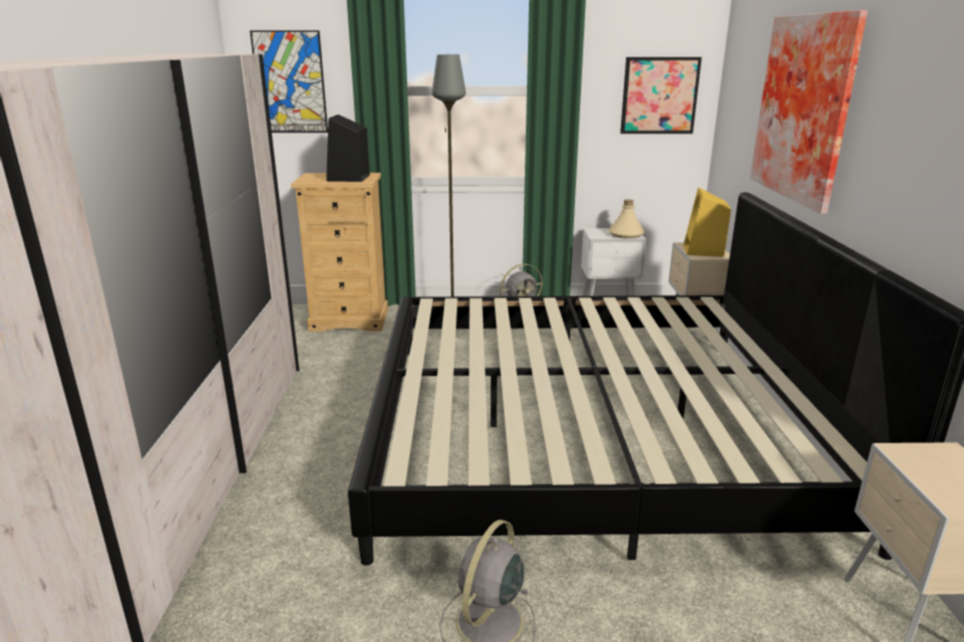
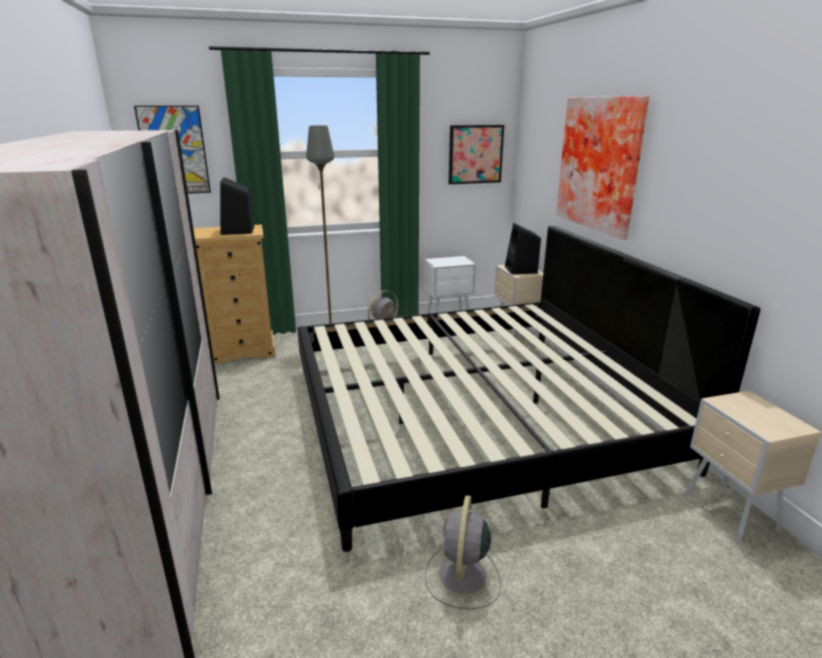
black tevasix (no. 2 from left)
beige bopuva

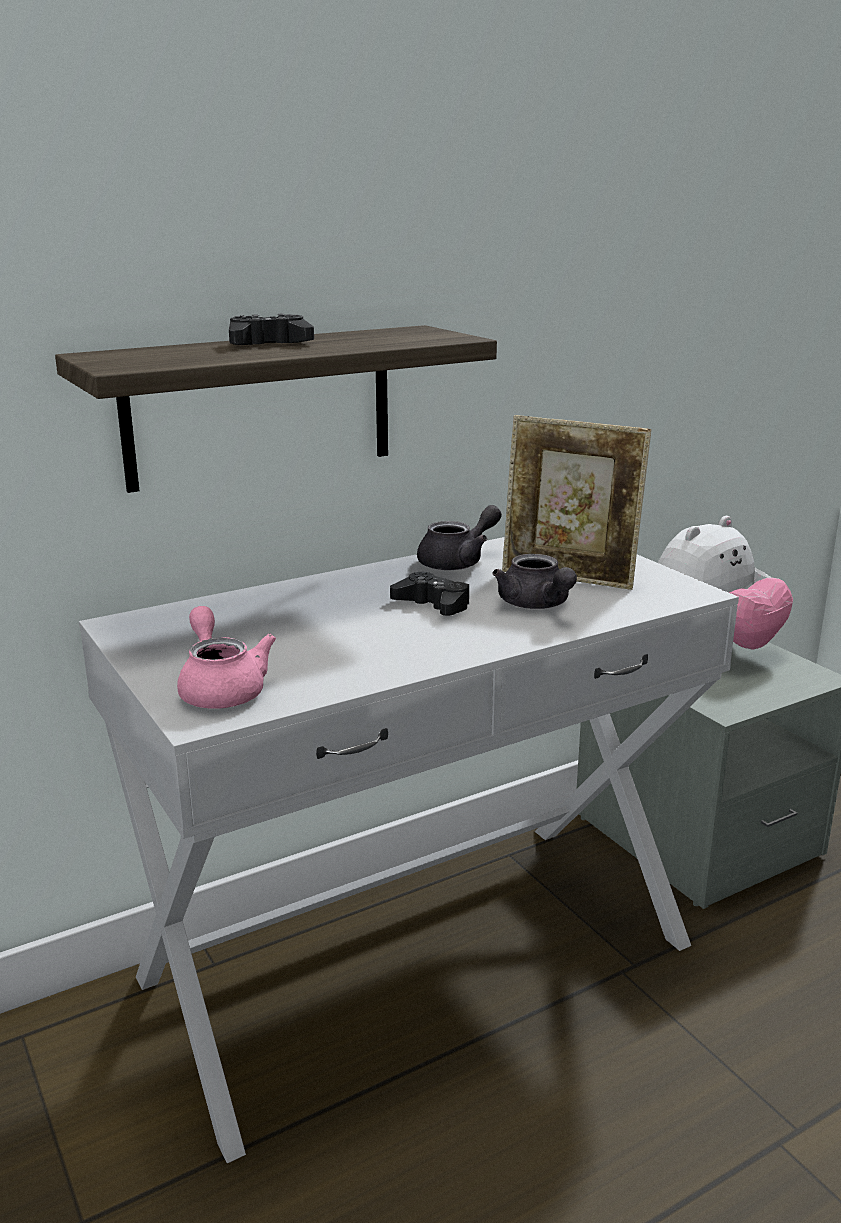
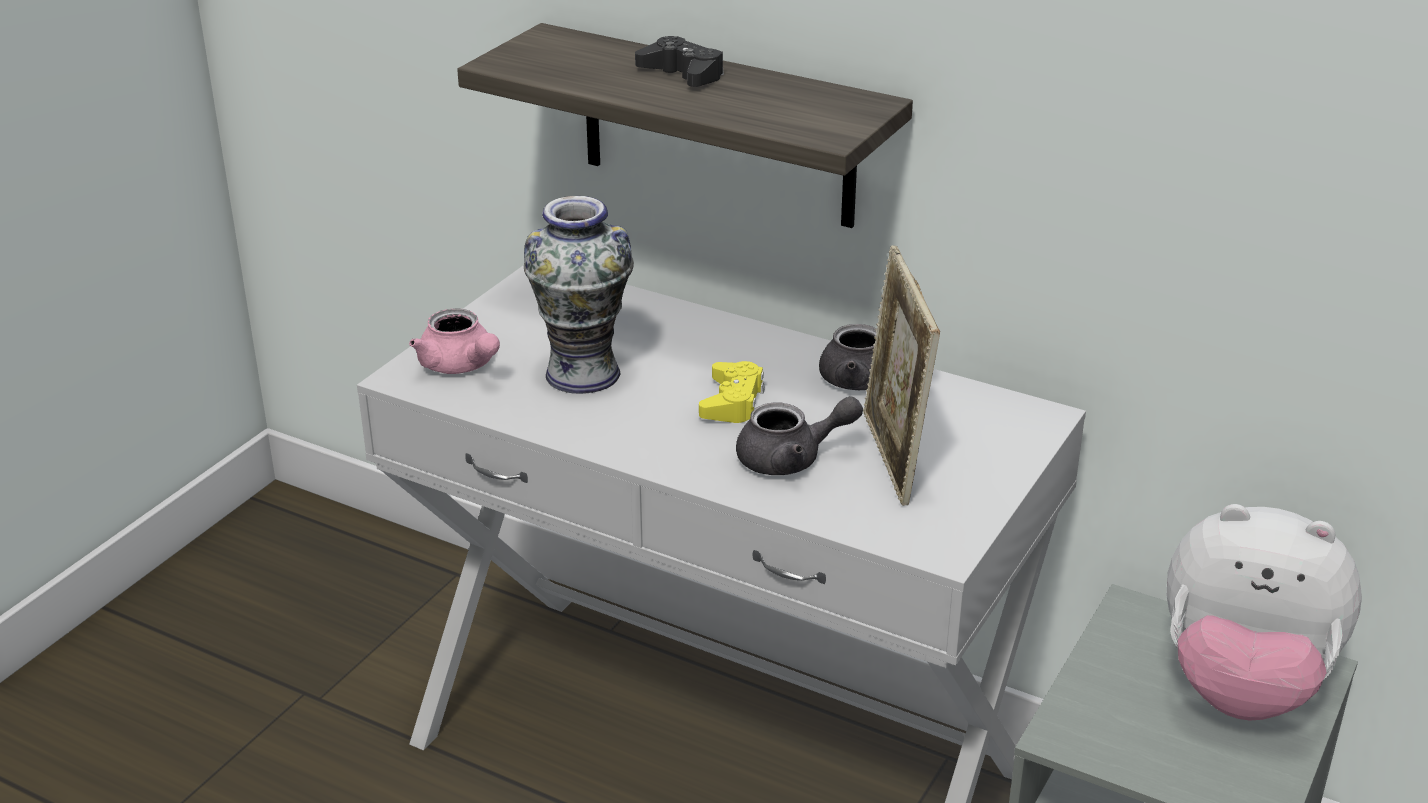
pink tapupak
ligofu
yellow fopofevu
grey tapupak (no. 1 from left)

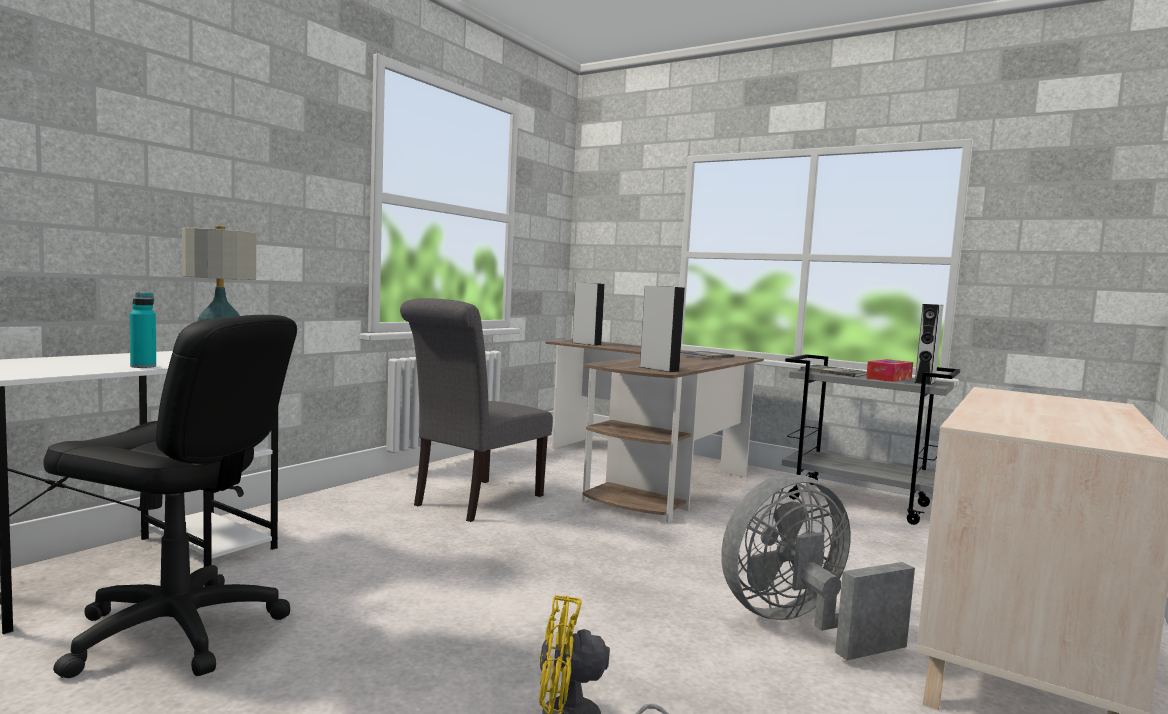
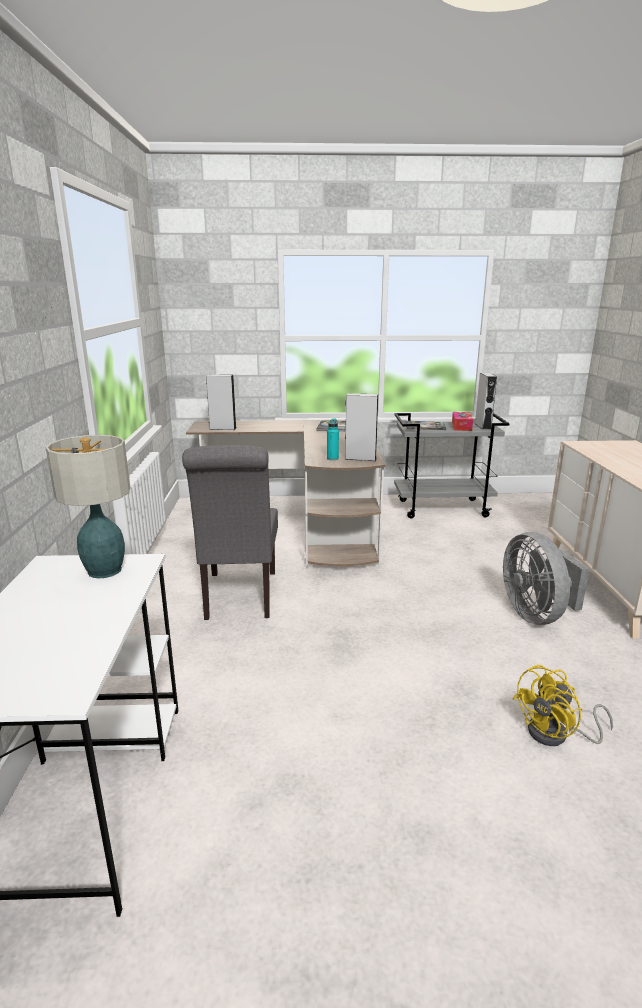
turquoise bopuva
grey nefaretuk
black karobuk

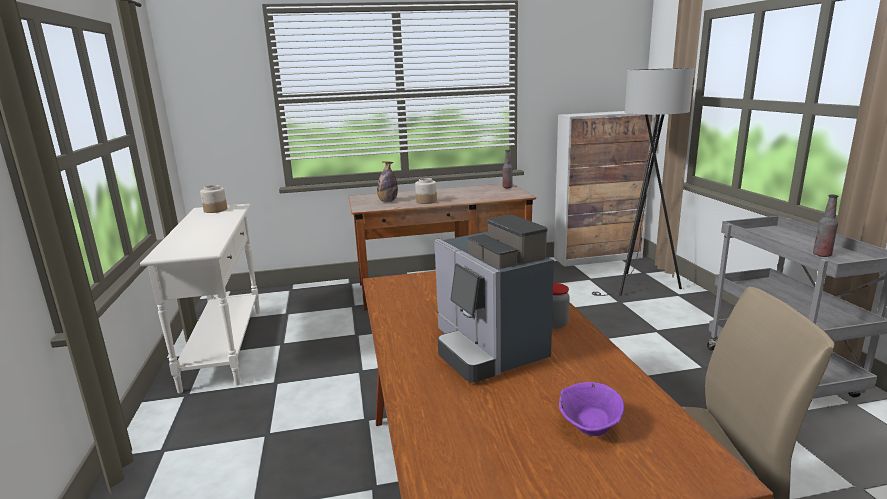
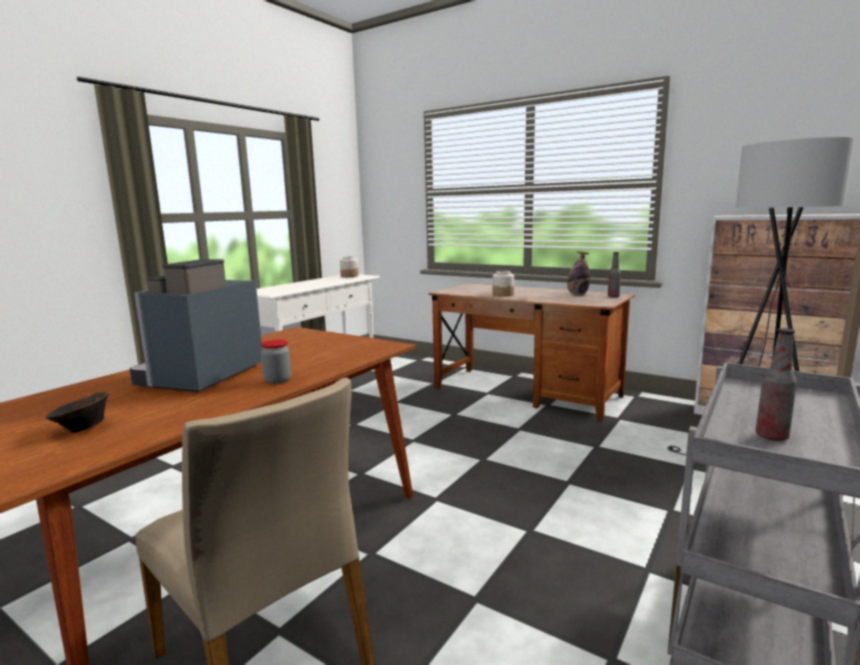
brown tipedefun
bopuva (no. 1 from left)

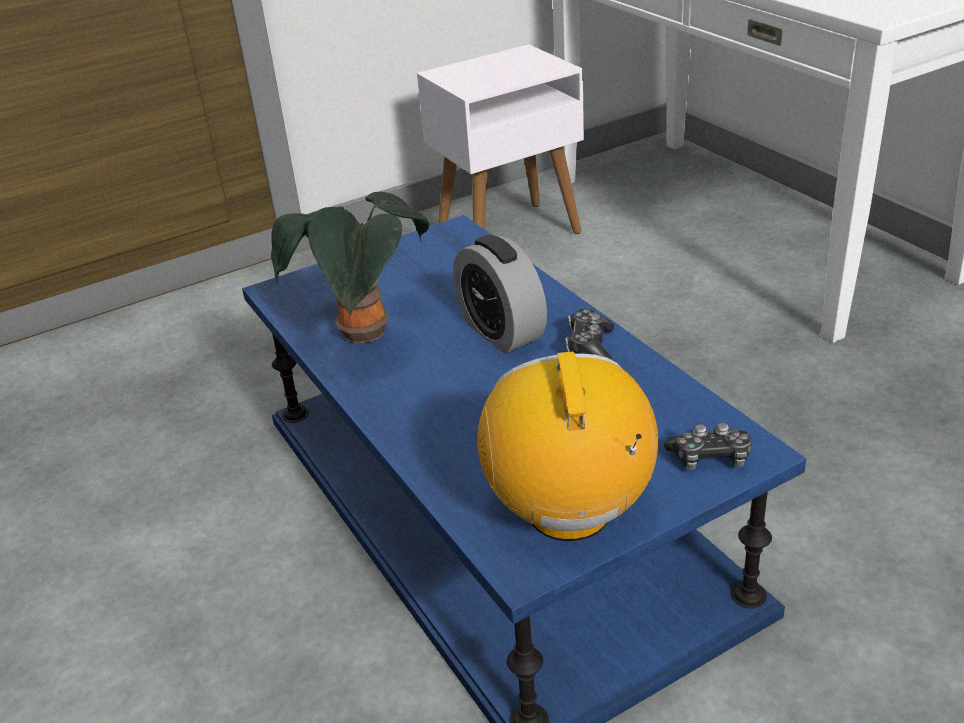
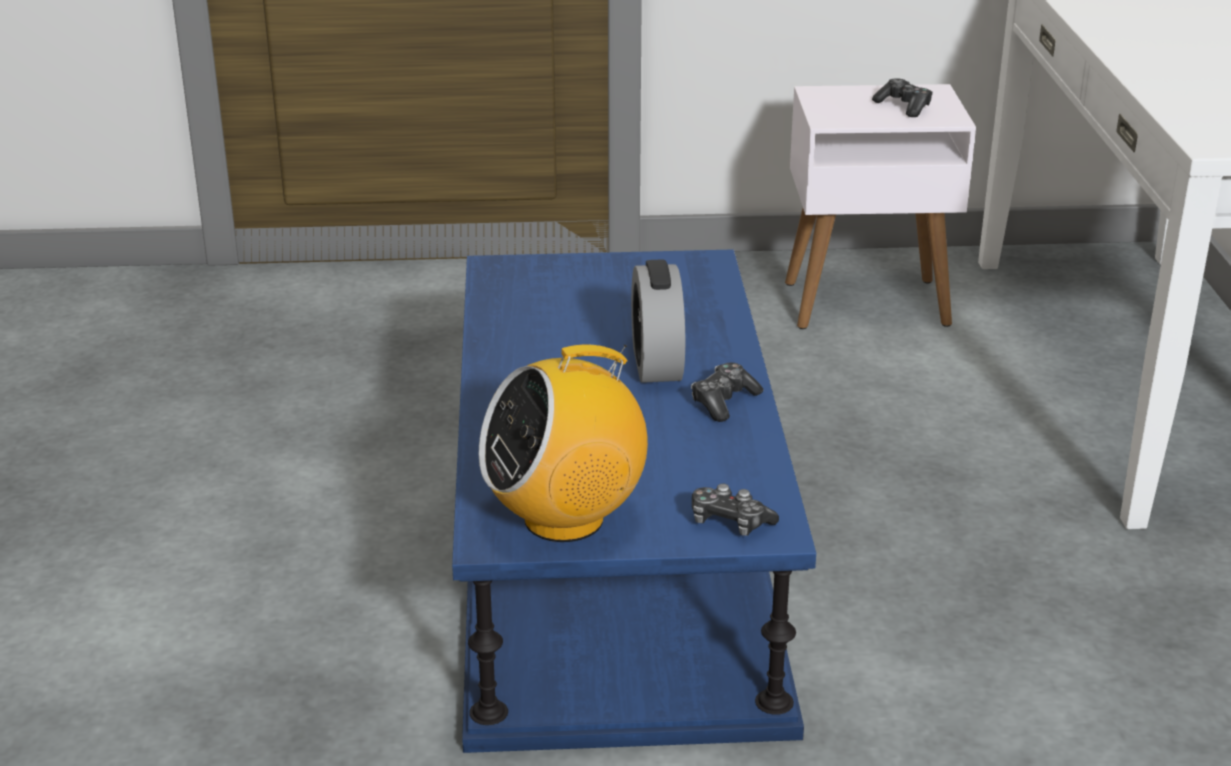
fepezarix
fopofevu (no. 3 from left)
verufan

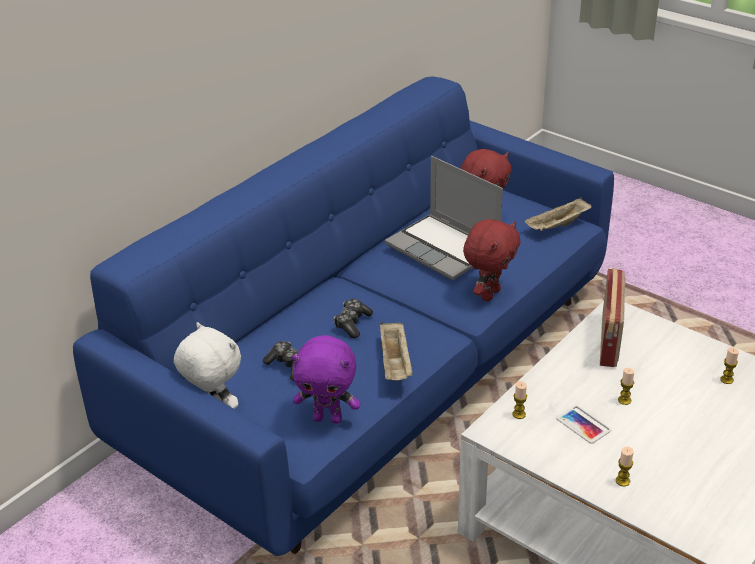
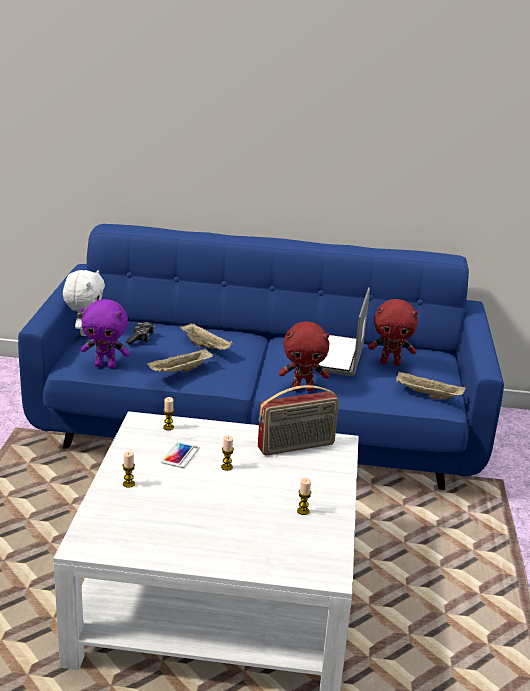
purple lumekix
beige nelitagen (no. 2 from left)

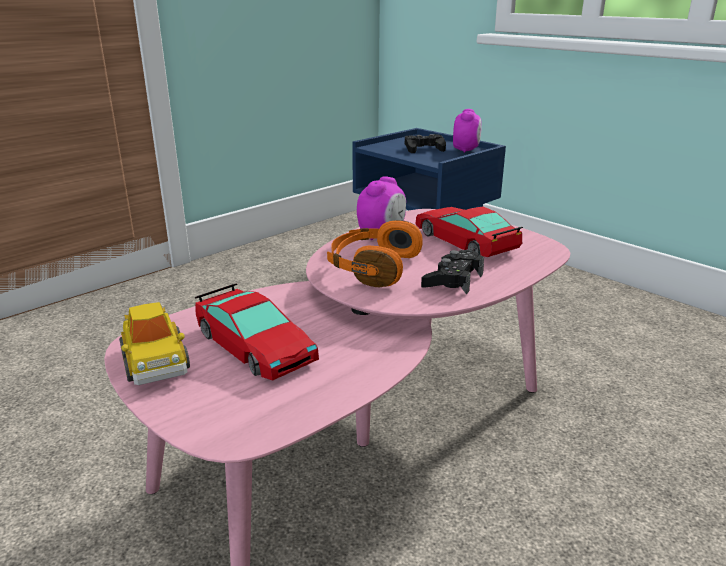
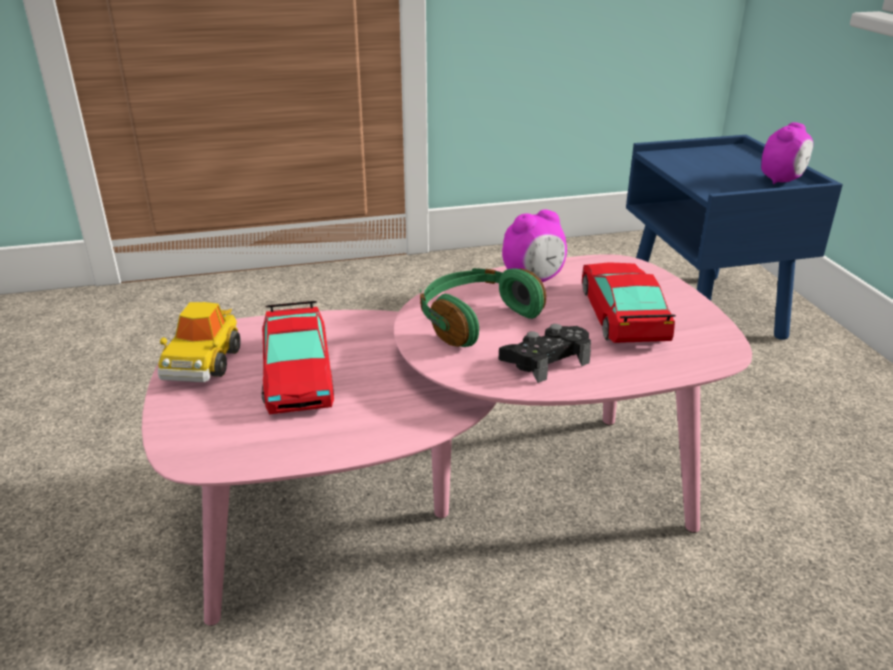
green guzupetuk
black fopofevu (no. 1 from left in the first image)

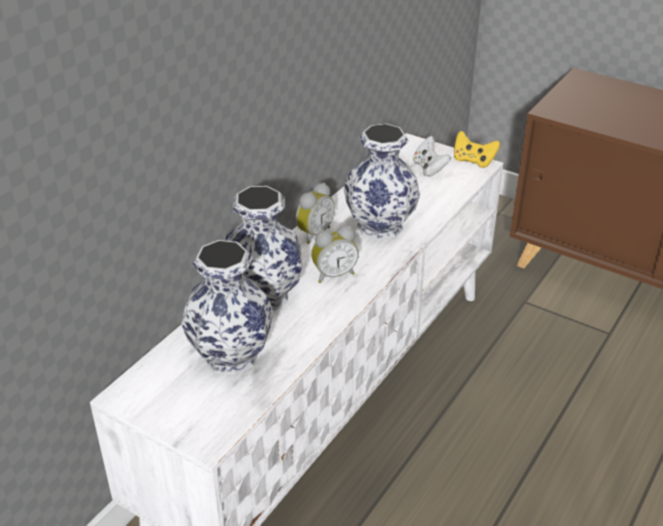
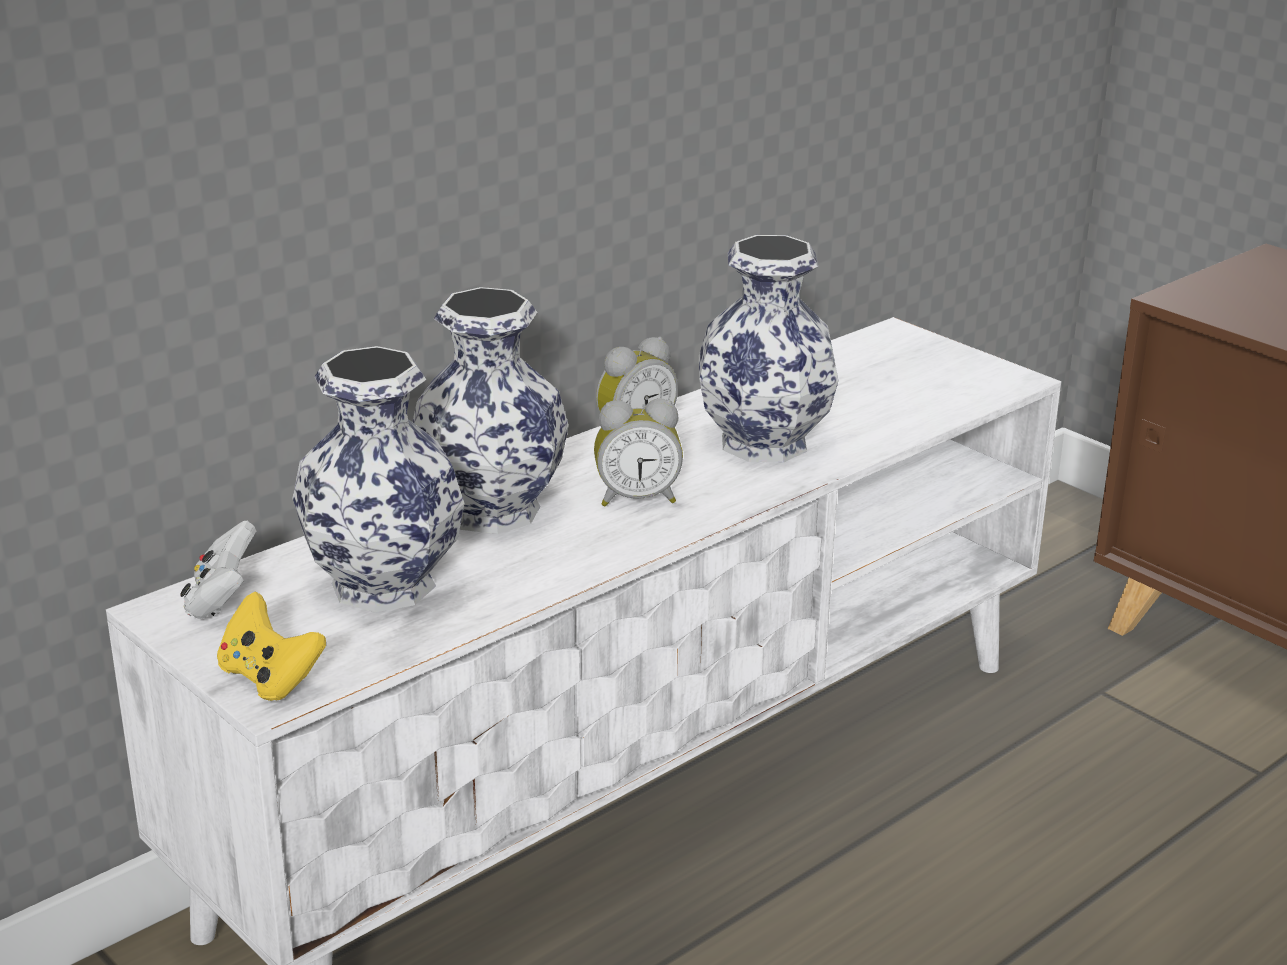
white fopofevu
yellow fopofevu

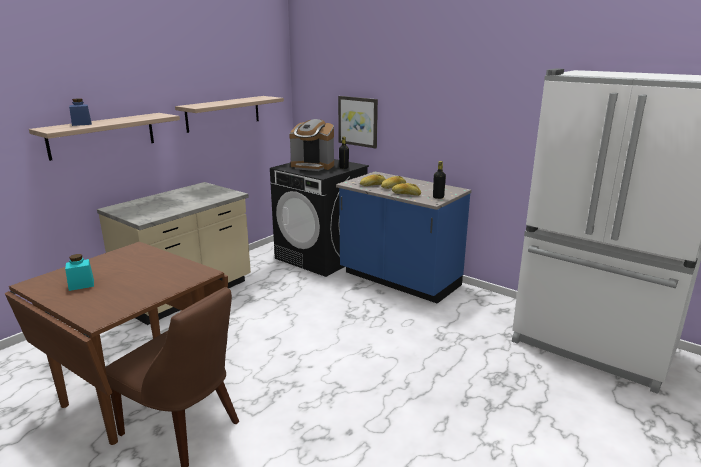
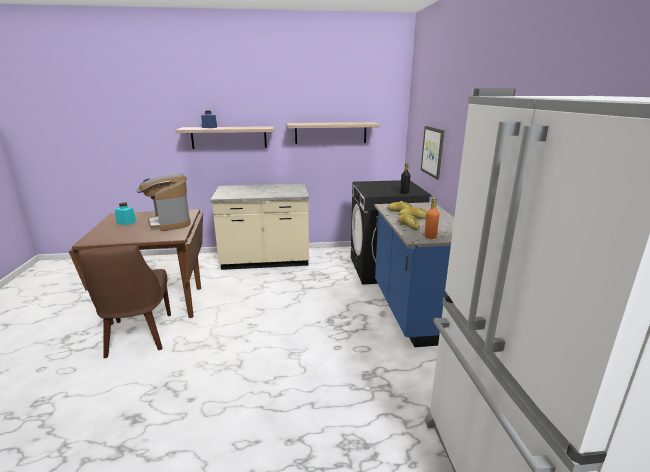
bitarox
orange bopuva

